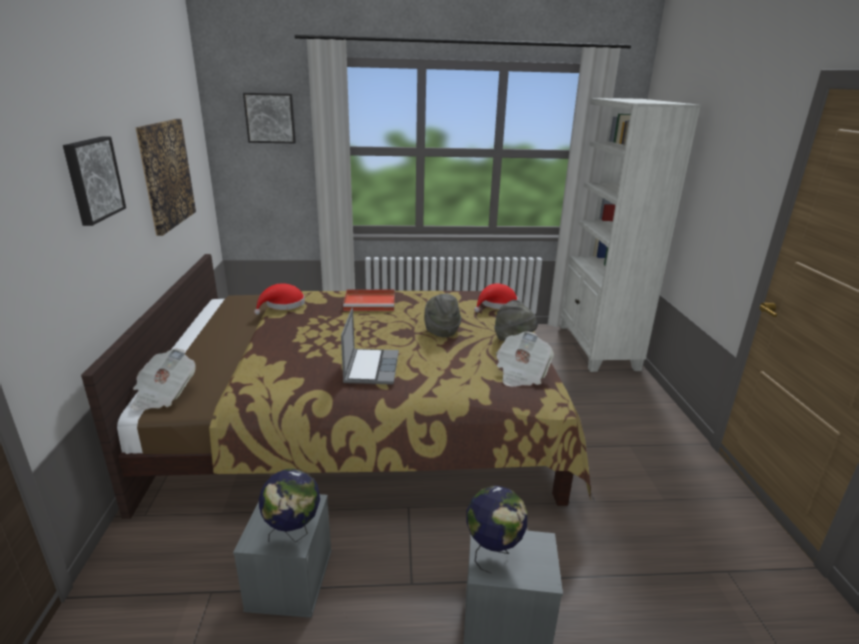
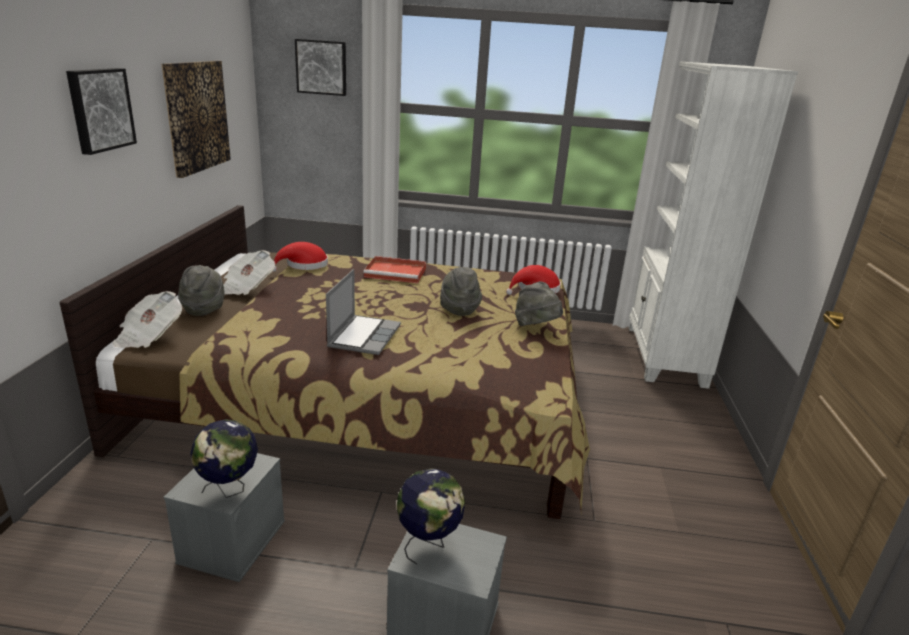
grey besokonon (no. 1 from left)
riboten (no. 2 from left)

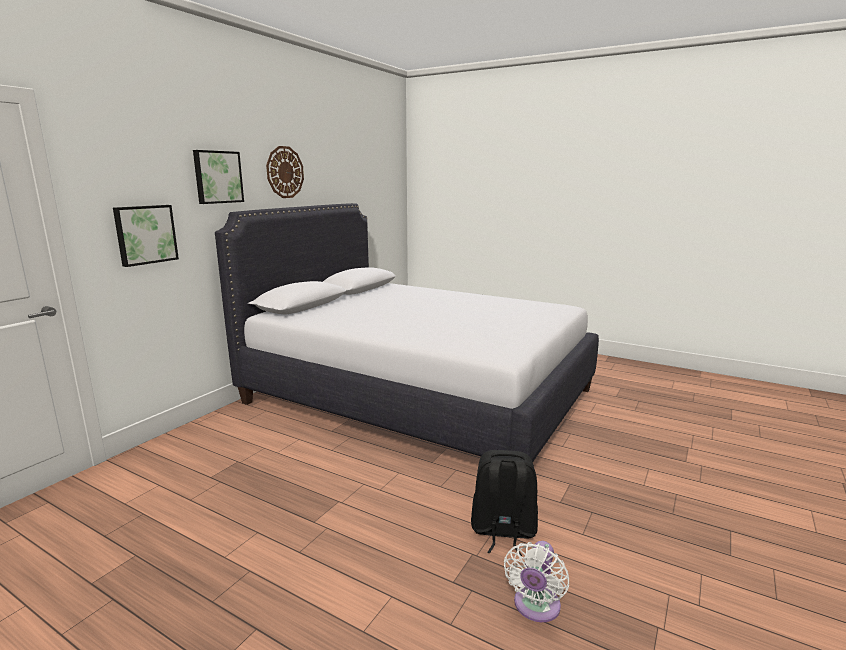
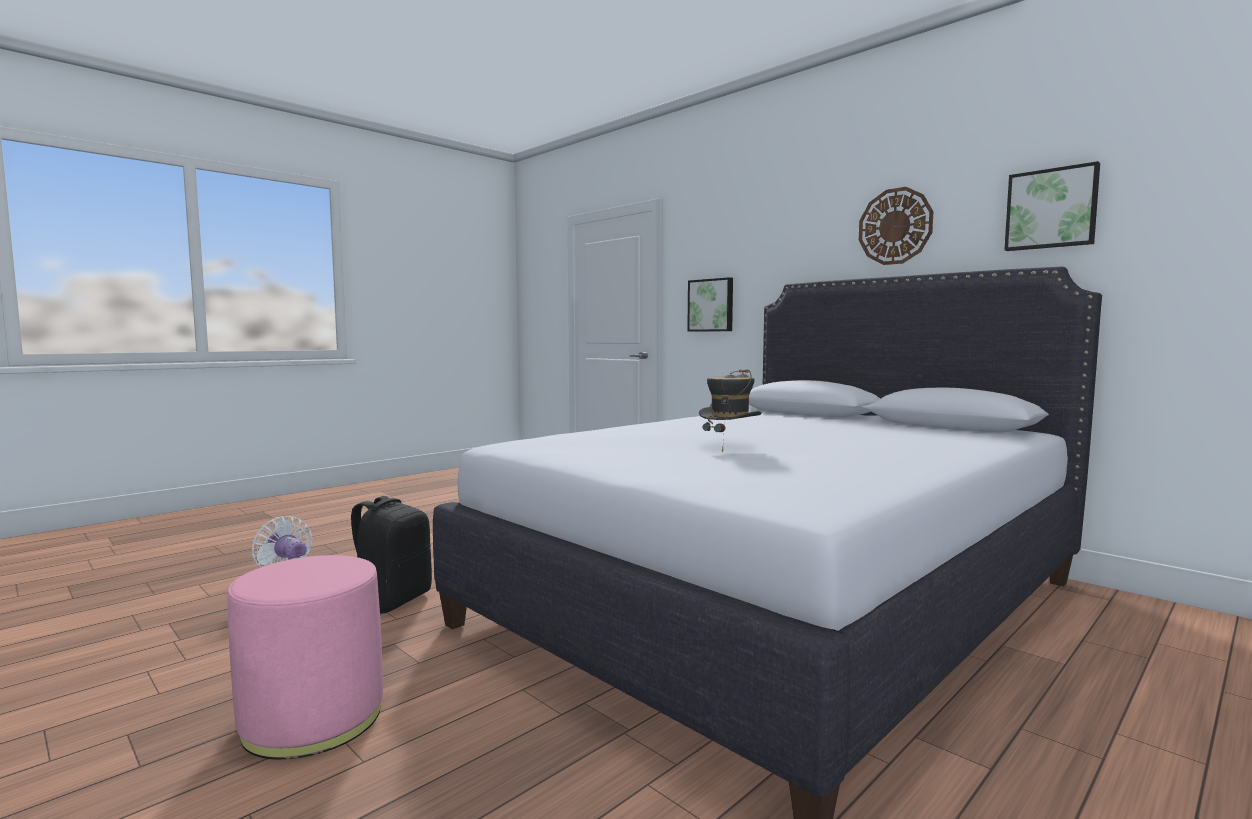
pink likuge
besokonon
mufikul (no. 2 from left)

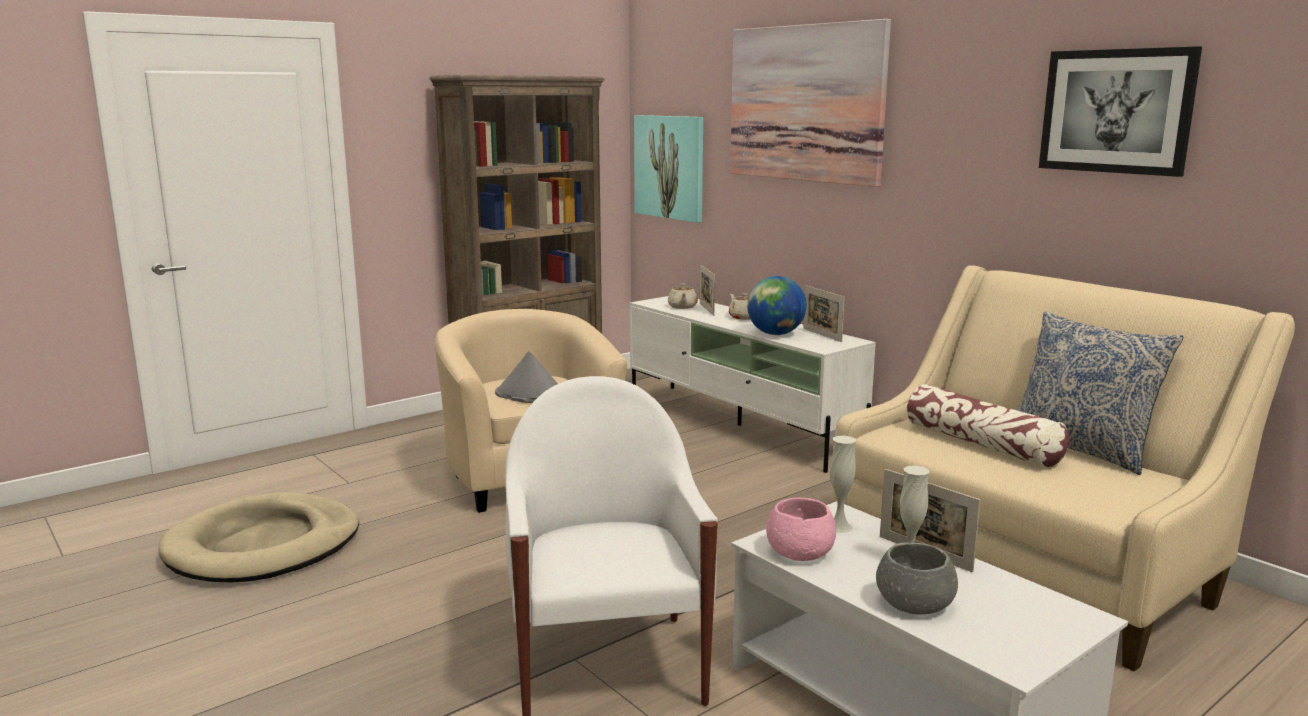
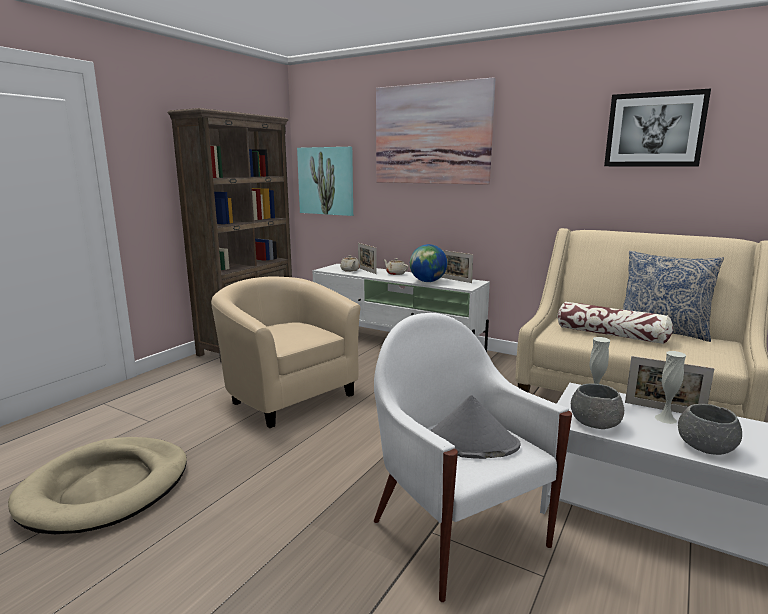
grey besokonon
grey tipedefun (no. 1 from left)

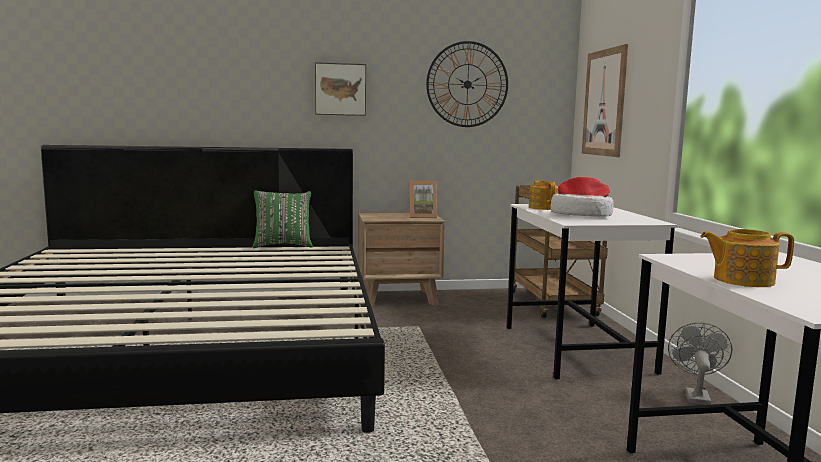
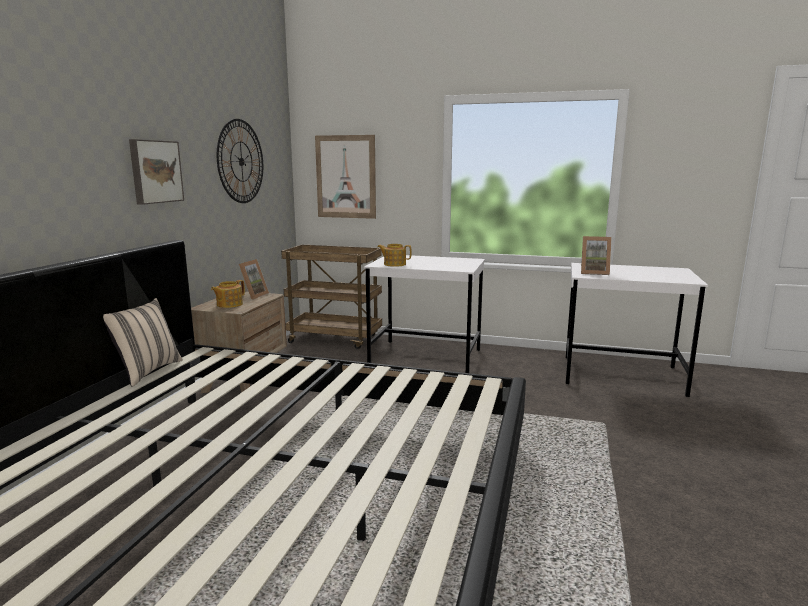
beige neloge
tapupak (no. 1 from left)
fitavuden (no. 2 from left)
besokonon
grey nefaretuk

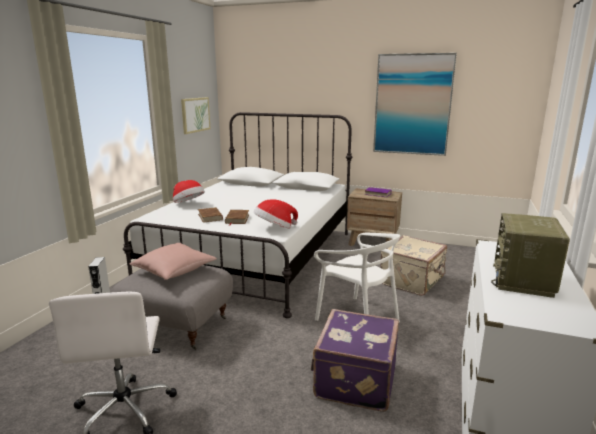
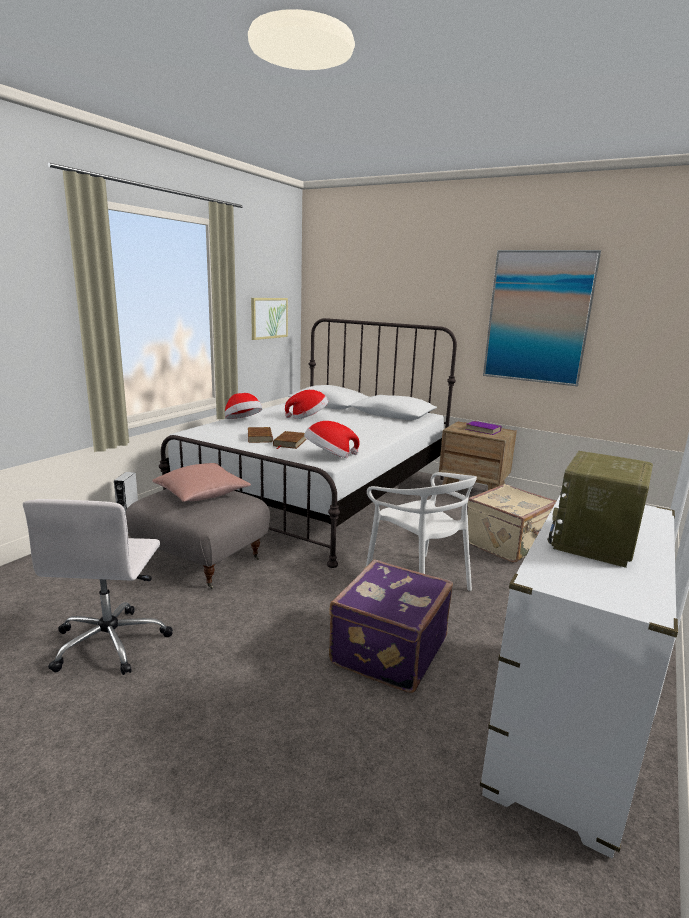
besokonon (no. 2 from left)

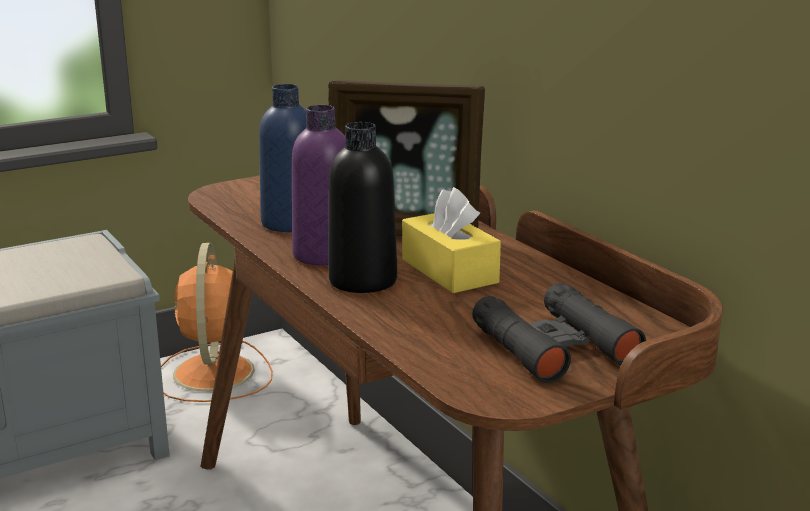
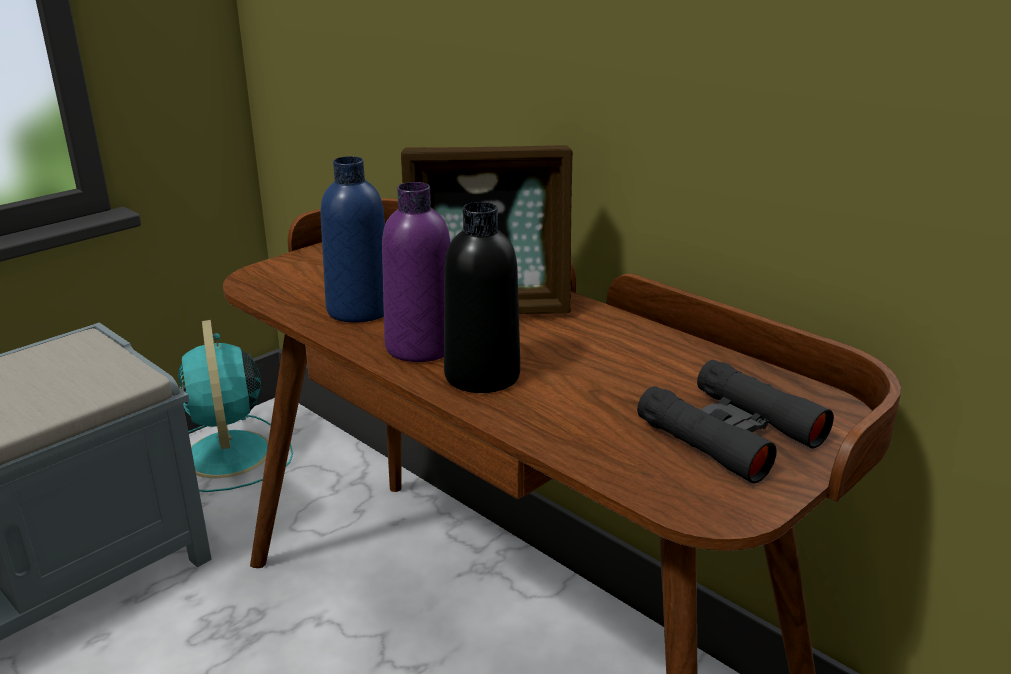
turquoise nefaretuk
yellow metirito

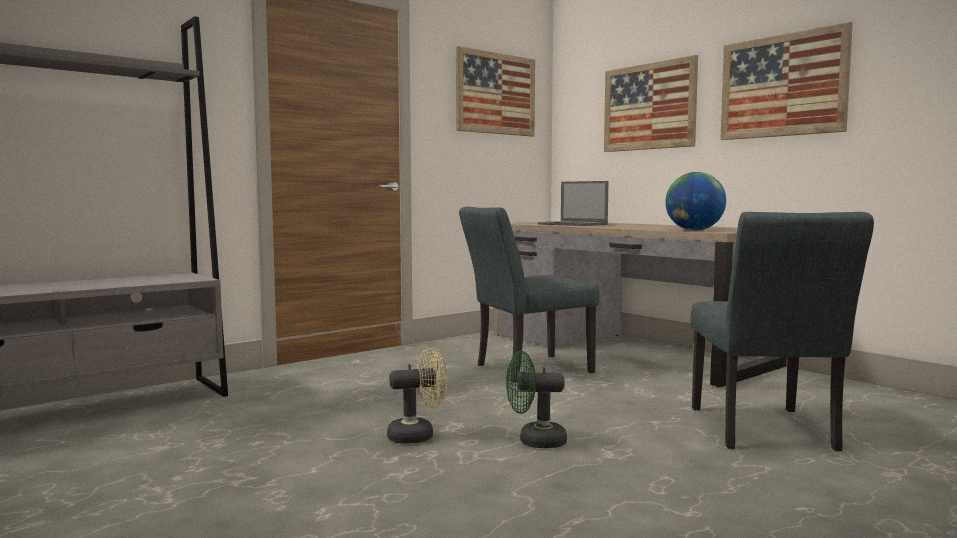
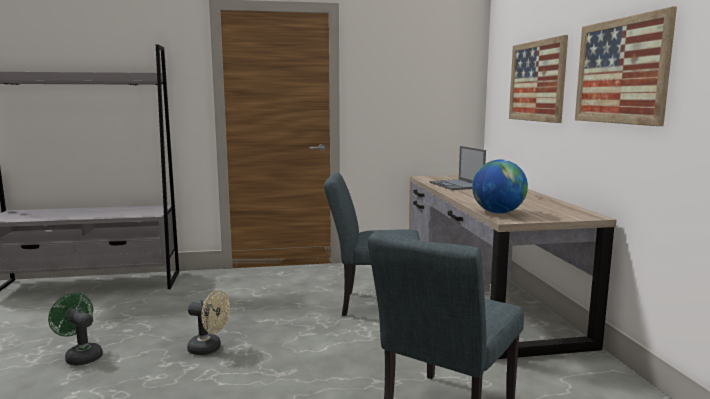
green nefaretuk
mufikul (no. 1 from left in the first image)

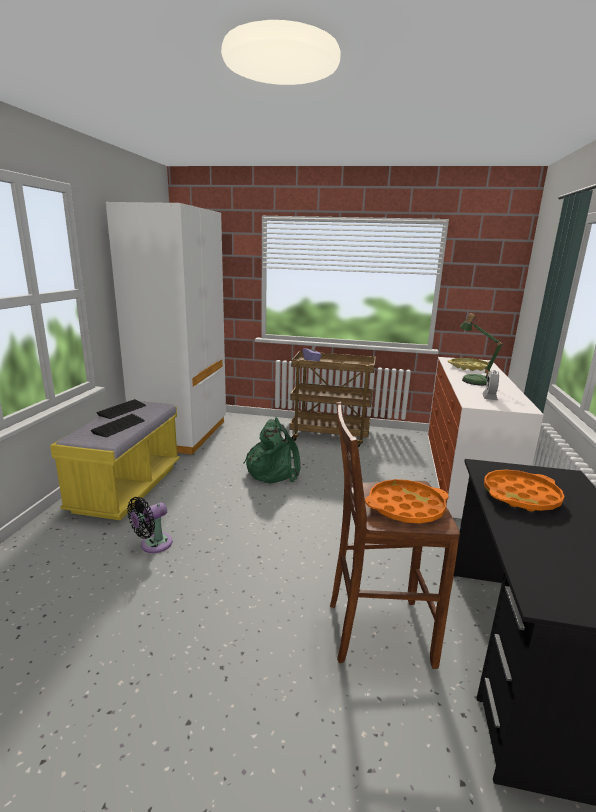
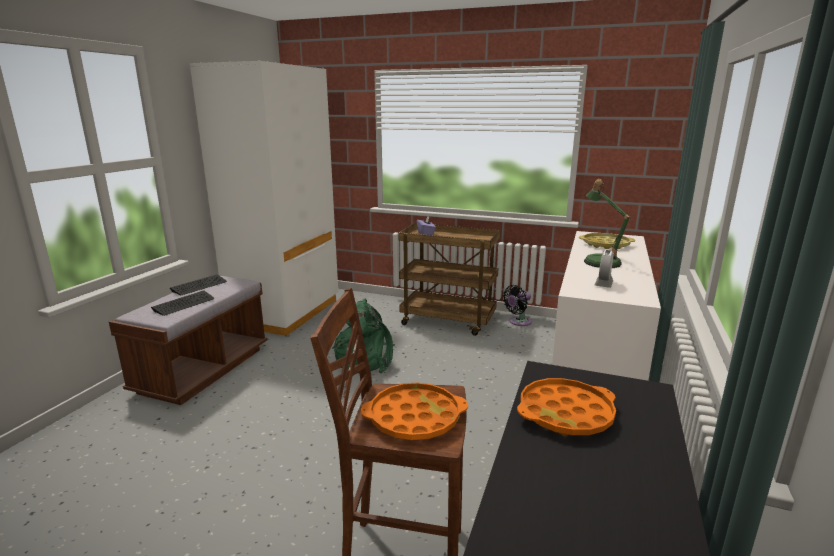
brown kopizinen
black nefaretuk

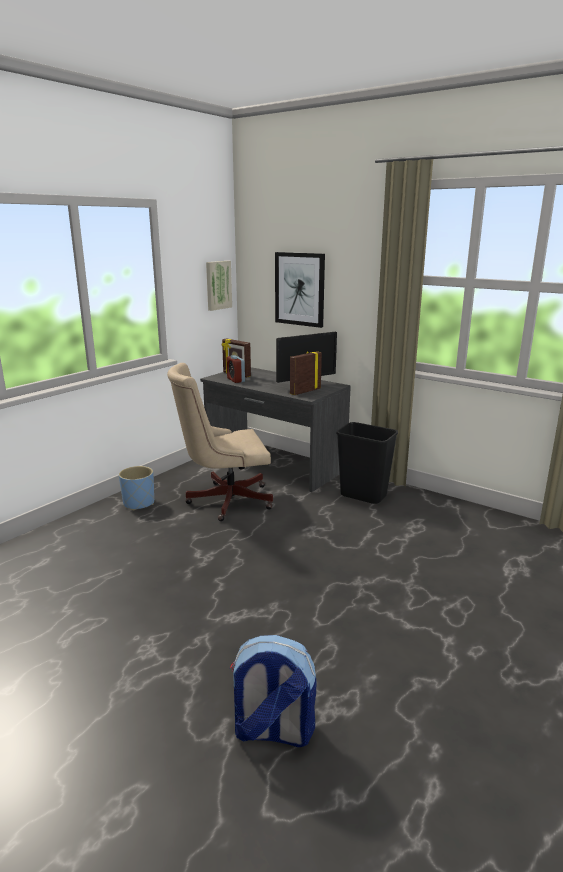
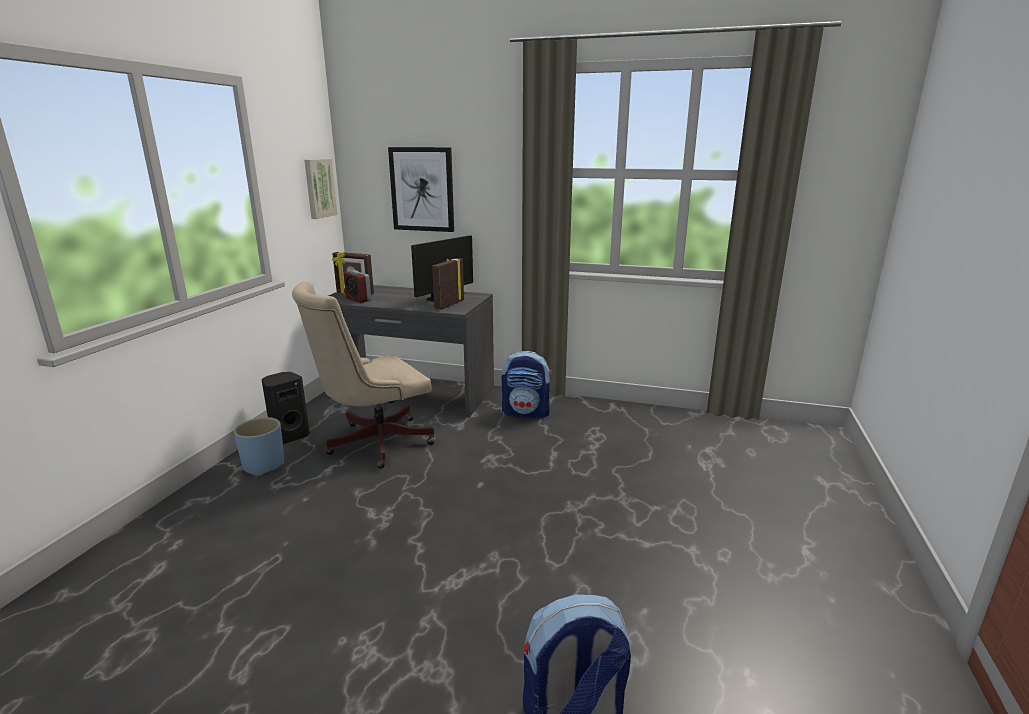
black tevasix
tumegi (no. 1 from left)

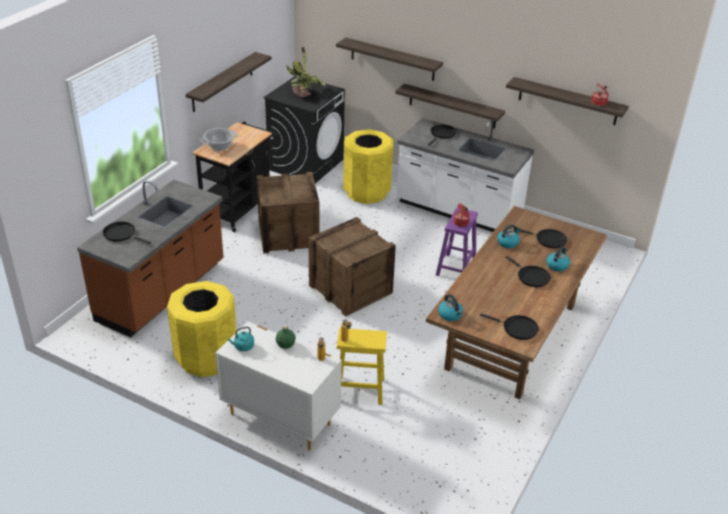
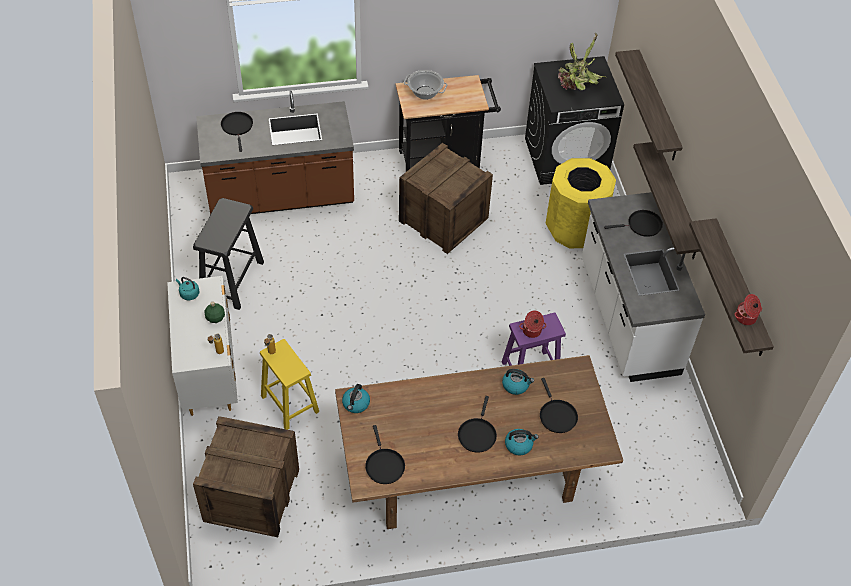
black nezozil
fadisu (no. 1 from left)
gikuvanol (no. 1 from left in the first image)

